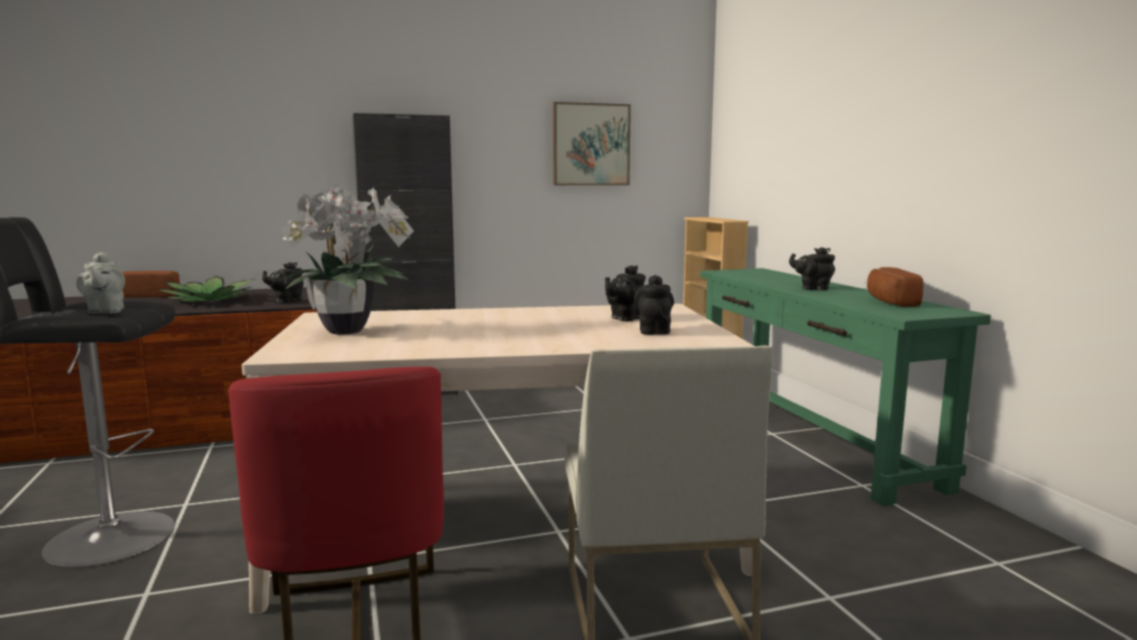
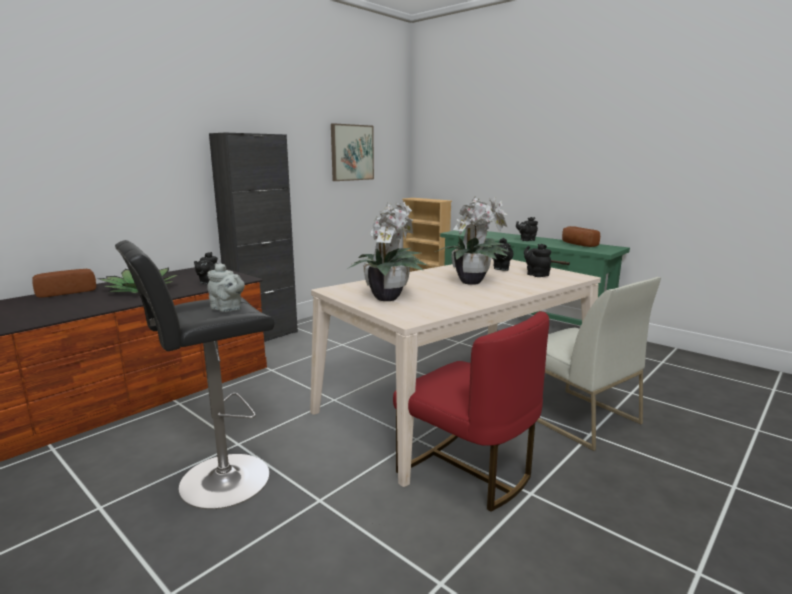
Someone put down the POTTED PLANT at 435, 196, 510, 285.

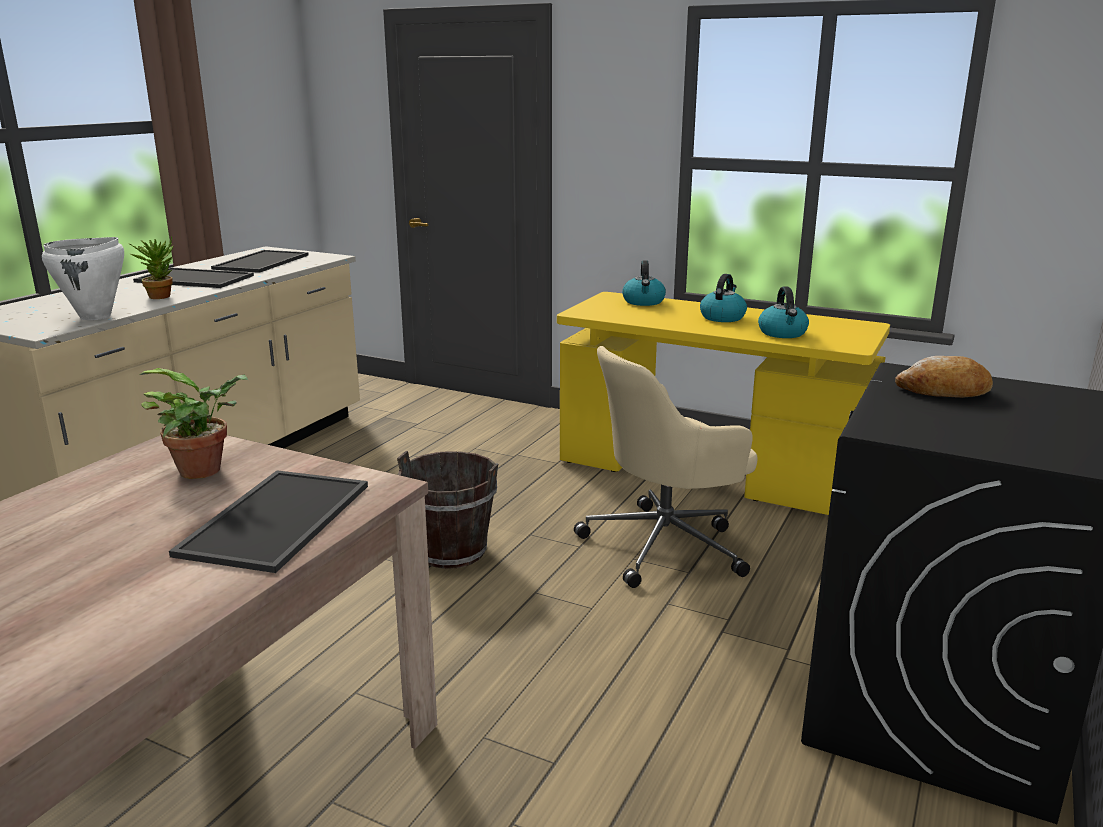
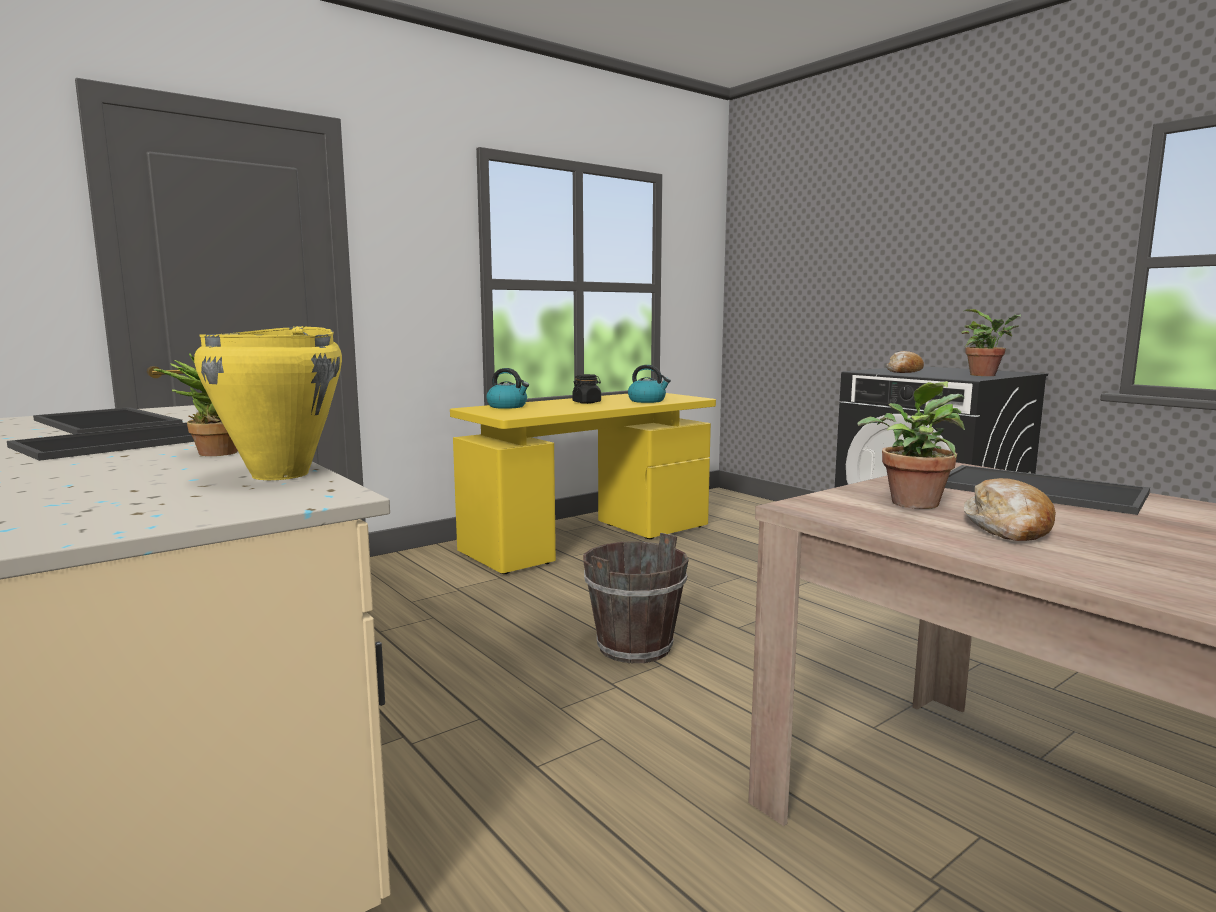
Someone took away the BEIGE OFFICE CHAIR at 574, 346, 758, 588. Someone put down the POTTED PLANT at 961, 309, 1021, 376. Someone put down the BREAD at 964, 478, 1056, 541. Someone swapped the KETTLE at 700, 274, 747, 322 for the BLACK JAR at 572, 374, 601, 404. Someone repainted the WHITE COOKING POT at 42, 237, 124, 320, which became the YELLOW COOKING POT at 194, 326, 342, 480.

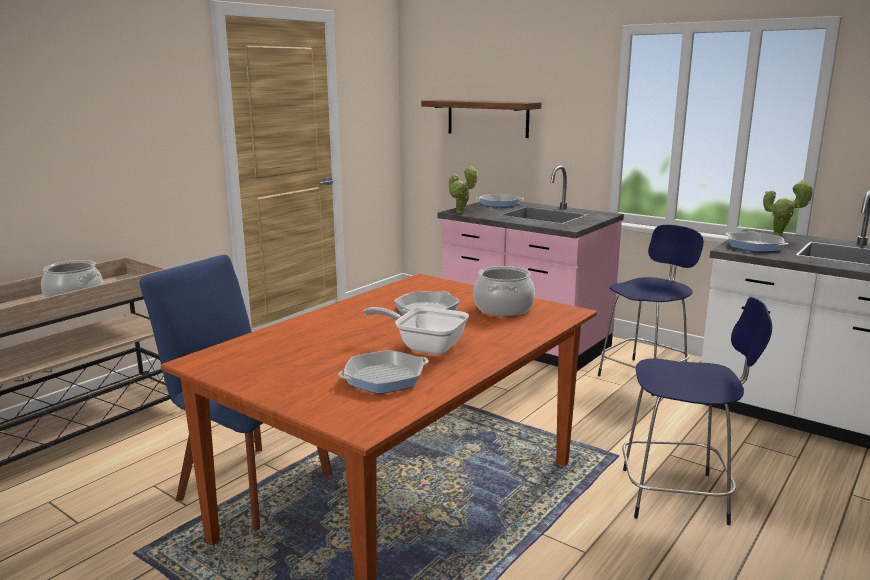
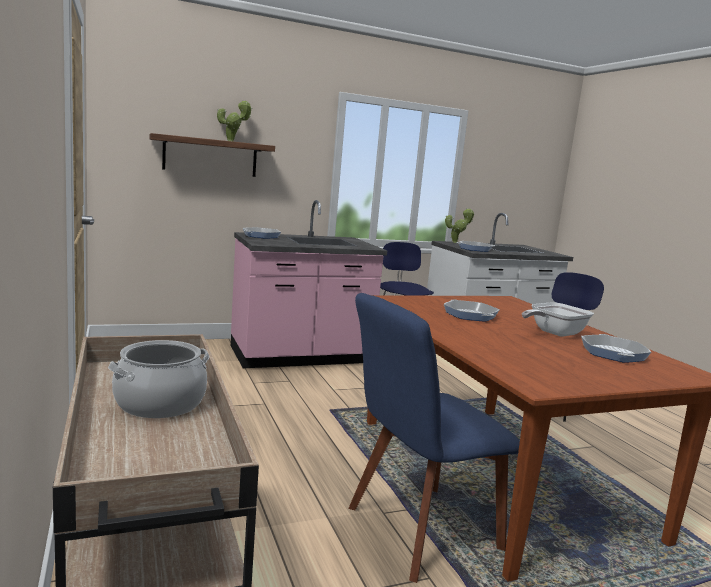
Someone took away the COOKING POT at 473, 266, 535, 316. Someone carried the POTTED PLANT from 449, 165, 478, 213 to 217, 100, 252, 141.

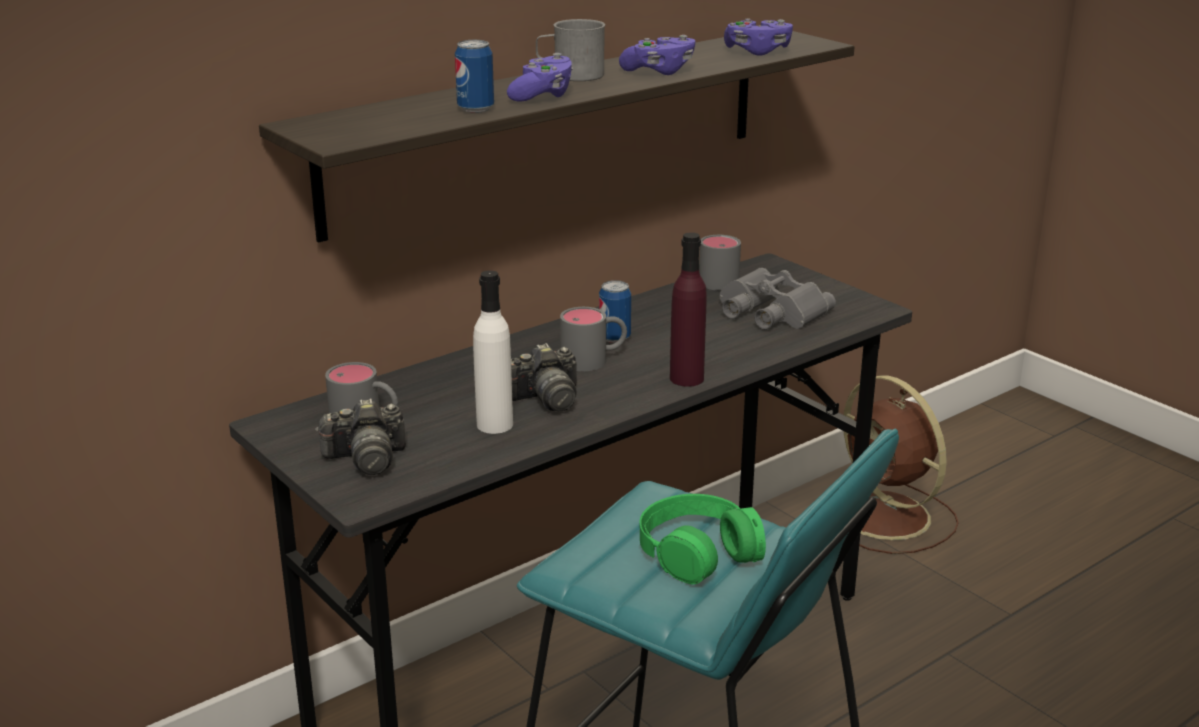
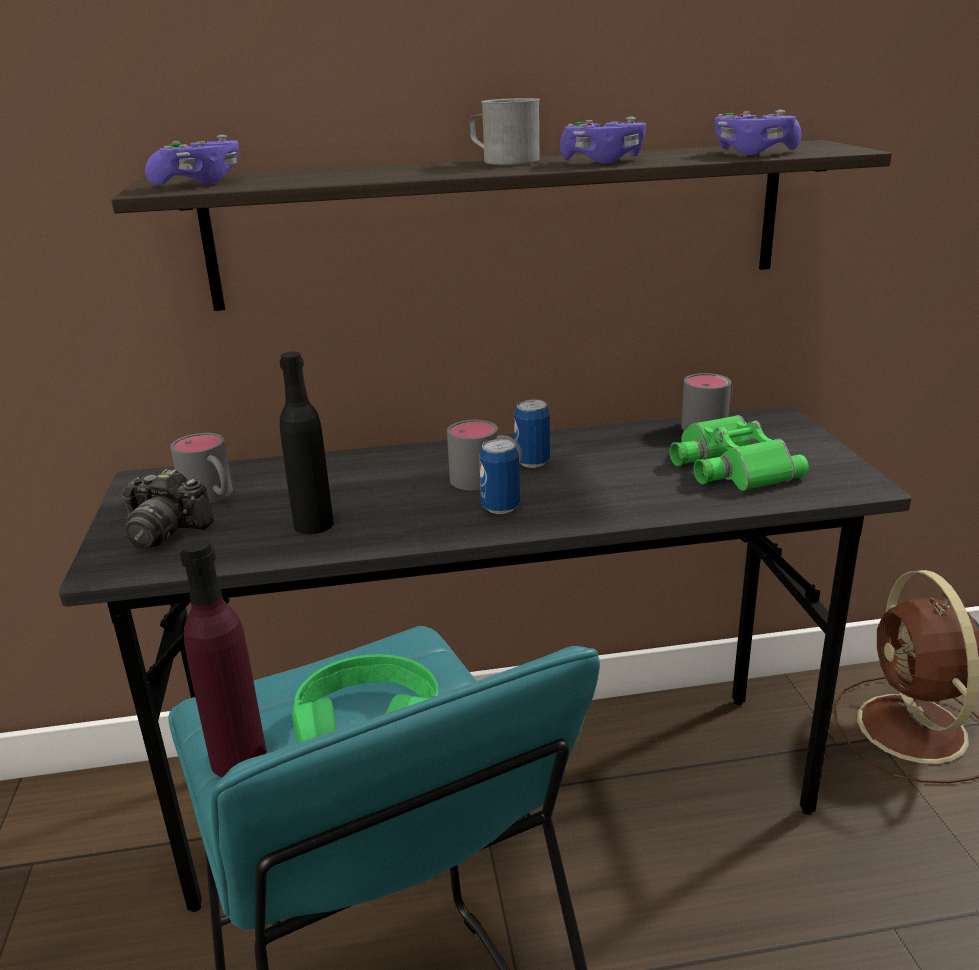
Someone took away the PHOTO CAMERA at 511, 343, 577, 412. Someone carried the CAN from 455, 40, 494, 113 to 479, 438, 520, 514. Someone carried the PURPLE GAME CONTROLLER from 507, 53, 573, 102 to 145, 135, 239, 186. Someone carried the PURPLE BOTTLE from 670, 232, 707, 387 to 180, 538, 267, 778. Someone repainted the WHITE BOTTLE at 473, 270, 513, 434, which became the BLACK BOTTLE at 280, 352, 334, 534. Someone repainted the GREY BINOCULARS at 720, 268, 836, 330, which became the GREEN BINOCULARS at 670, 415, 809, 491.

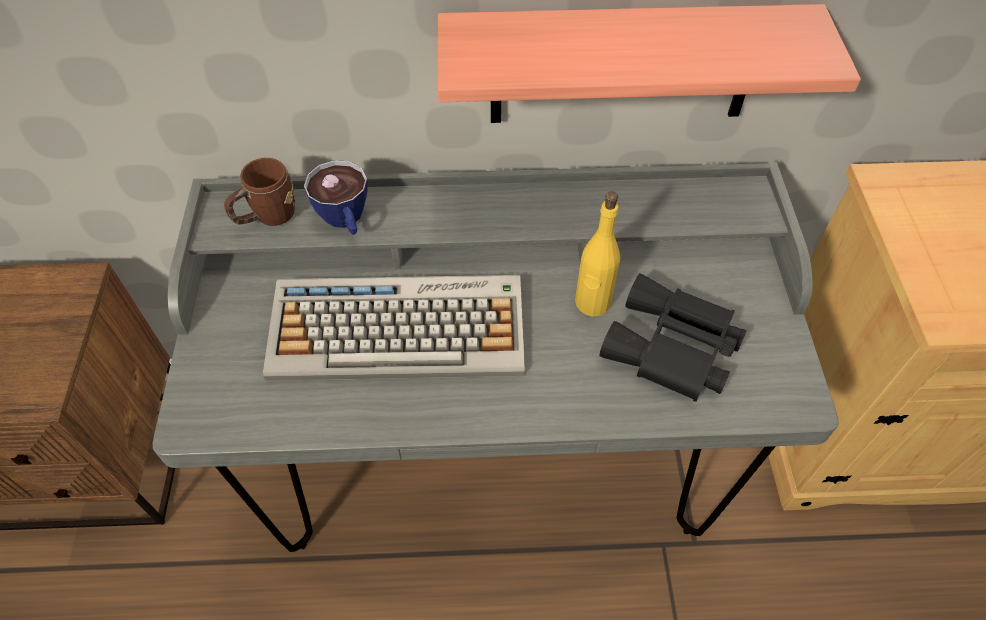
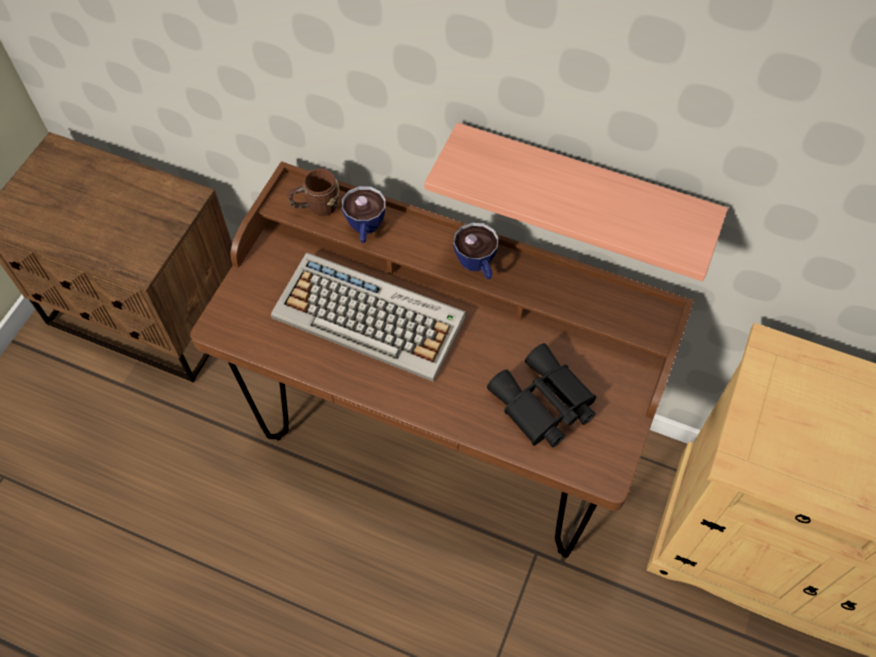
Someone took away the YELLOW BOTTLE at 575, 191, 620, 317. Someone put down the CUP at 453, 222, 499, 279. Someone repainted the GREY DESK at 153, 163, 839, 552, which became the BROWN DESK at 190, 161, 694, 558.

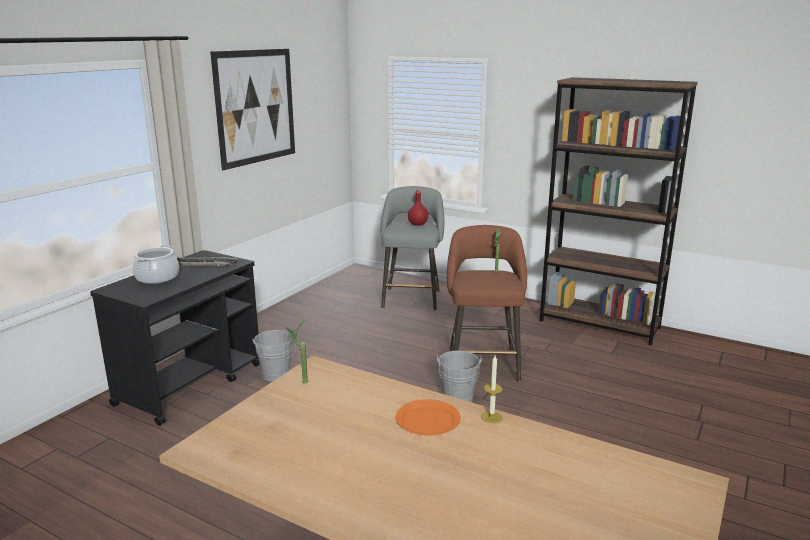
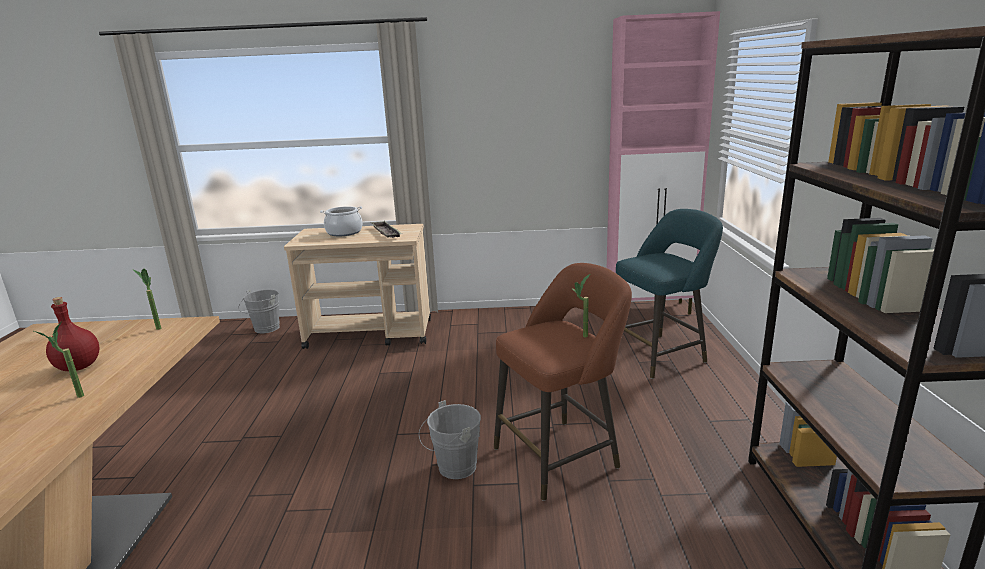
Someone took away the PICTURE at 210, 49, 295, 170. Someone took away the CANDLE at 481, 356, 503, 423. Someone put down the PINK CABINET at 607, 11, 720, 314. Someone carried the GREY BUCKET from 252, 330, 296, 382 to 238, 289, 280, 333. Someone carried the RED BOTTLE from 408, 189, 428, 226 to 46, 297, 99, 371. Someone swapped the ORANGE PLATE at 396, 399, 461, 436 for the POTTED PLANT at 34, 321, 84, 398. Someone repainted the BLACK CART at 90, 250, 260, 426, which became the BEIGE CART at 284, 224, 431, 349. Someone repainted the GREY STOOL at 381, 186, 444, 311, which became the TURQUOISE STOOL at 616, 209, 723, 379.

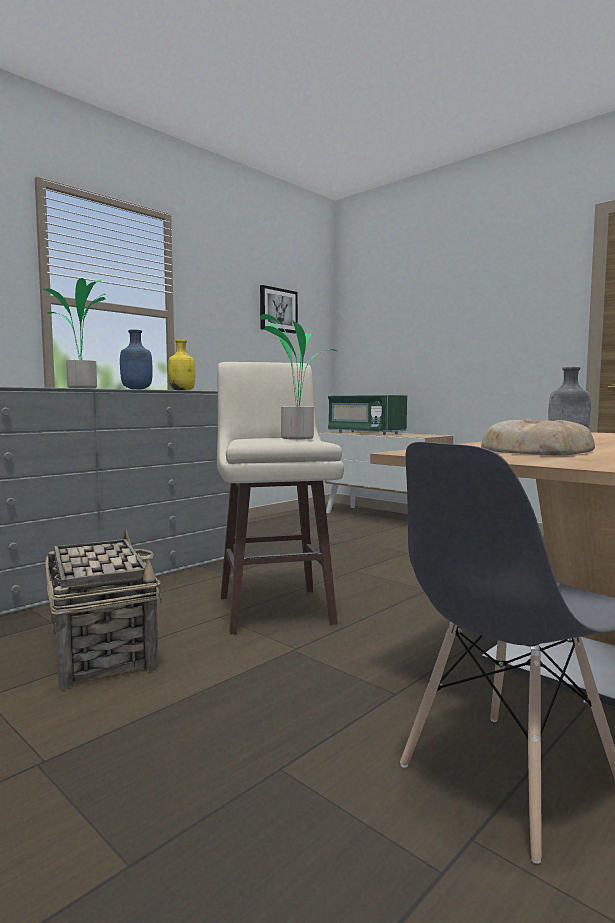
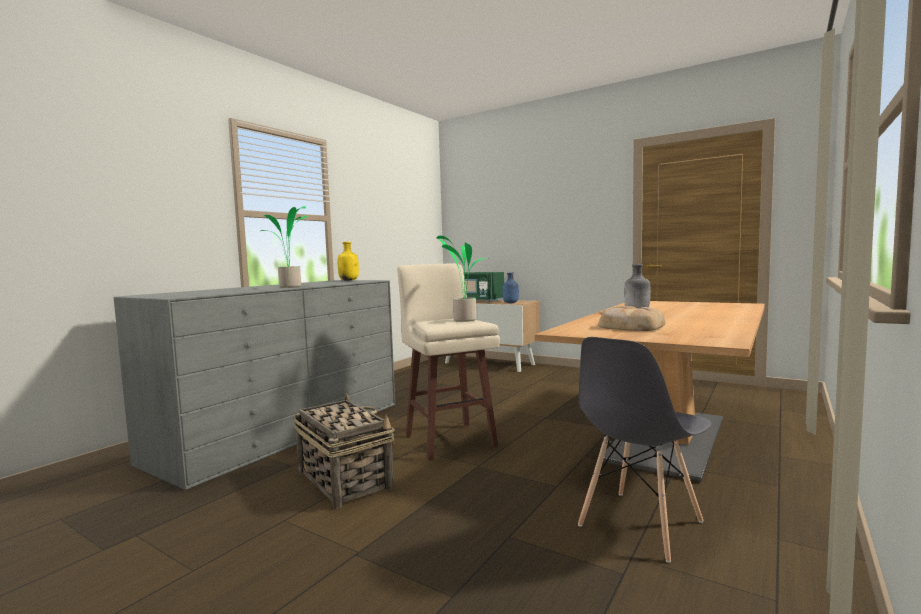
Someone took away the PICTURE at 260, 285, 298, 334. Someone carried the BLUE BOTTLE from 120, 330, 153, 389 to 503, 273, 519, 303.

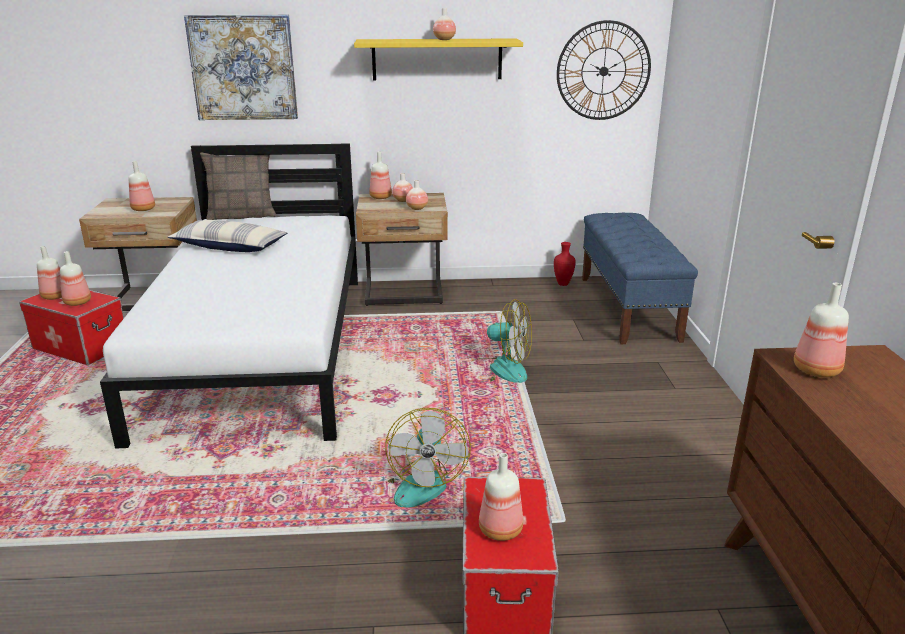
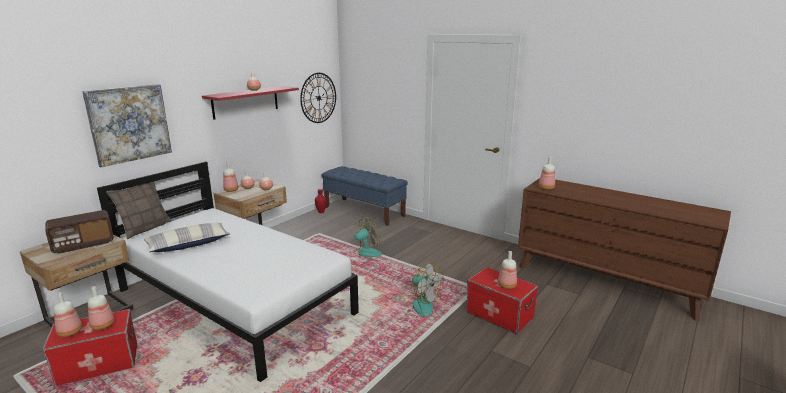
Someone swapped the BOTTLE at 129, 161, 155, 211 for the RADIO at 45, 210, 114, 254. Someone repainted the YELLOW SHELF at 354, 39, 523, 80, which became the RED SHELF at 202, 86, 299, 120.

